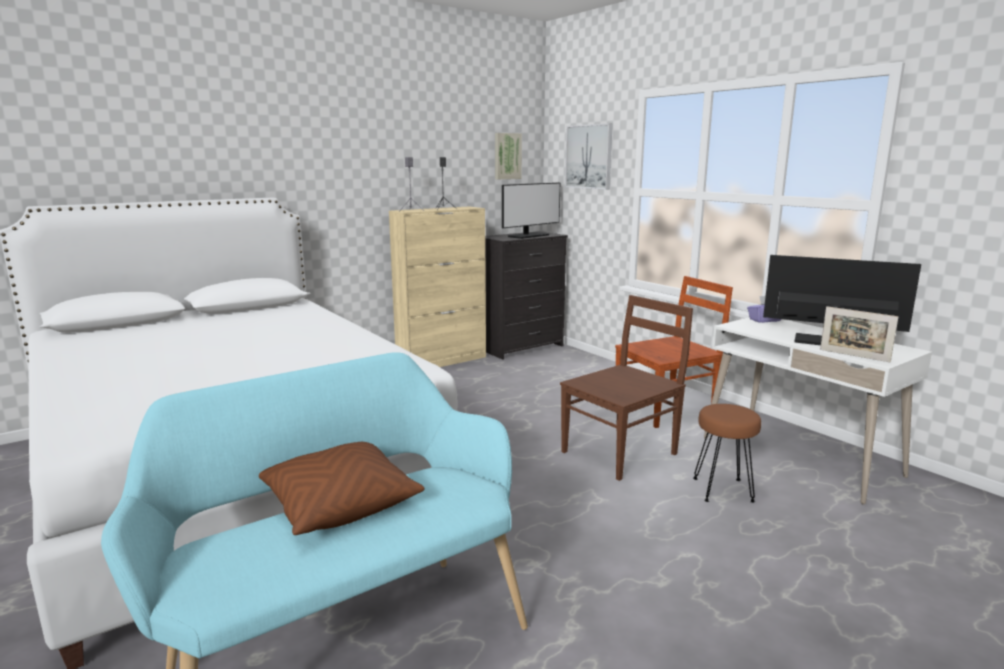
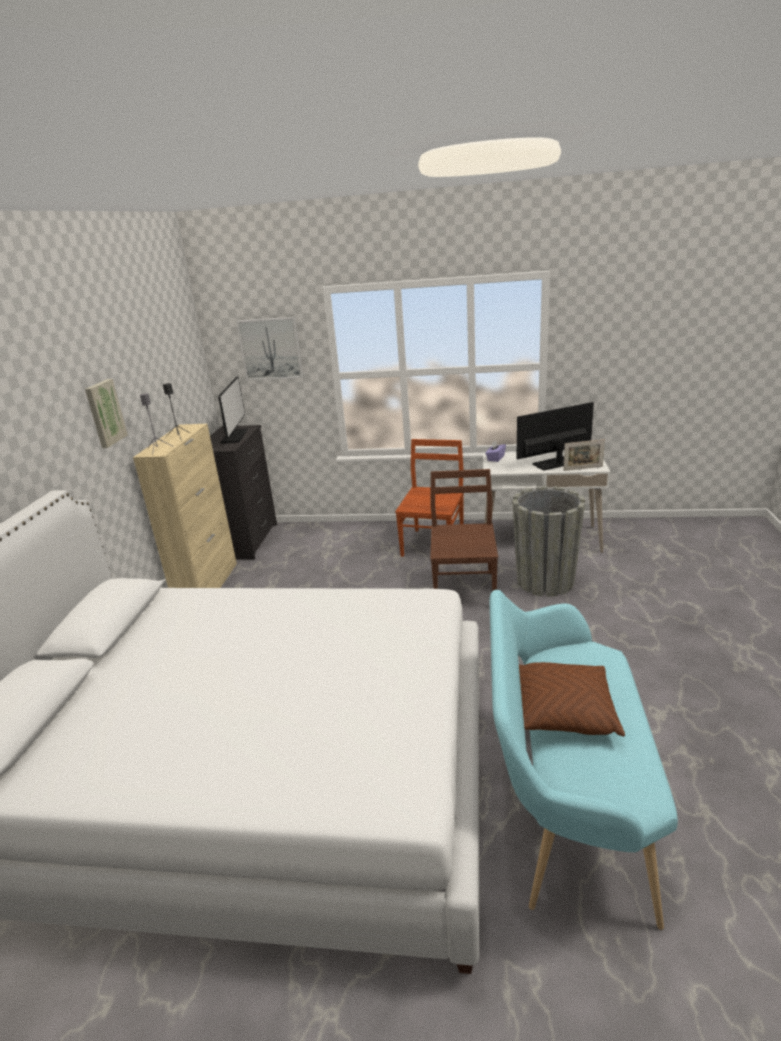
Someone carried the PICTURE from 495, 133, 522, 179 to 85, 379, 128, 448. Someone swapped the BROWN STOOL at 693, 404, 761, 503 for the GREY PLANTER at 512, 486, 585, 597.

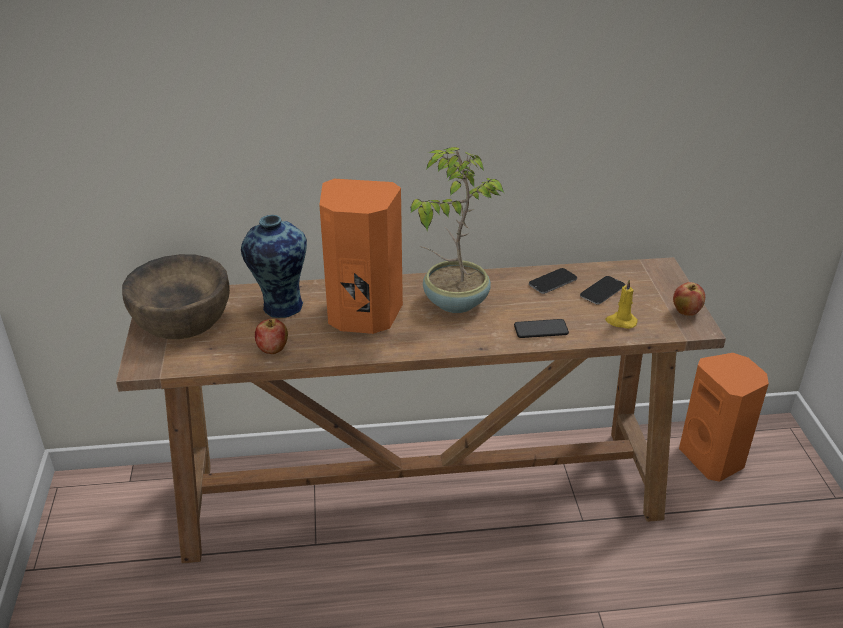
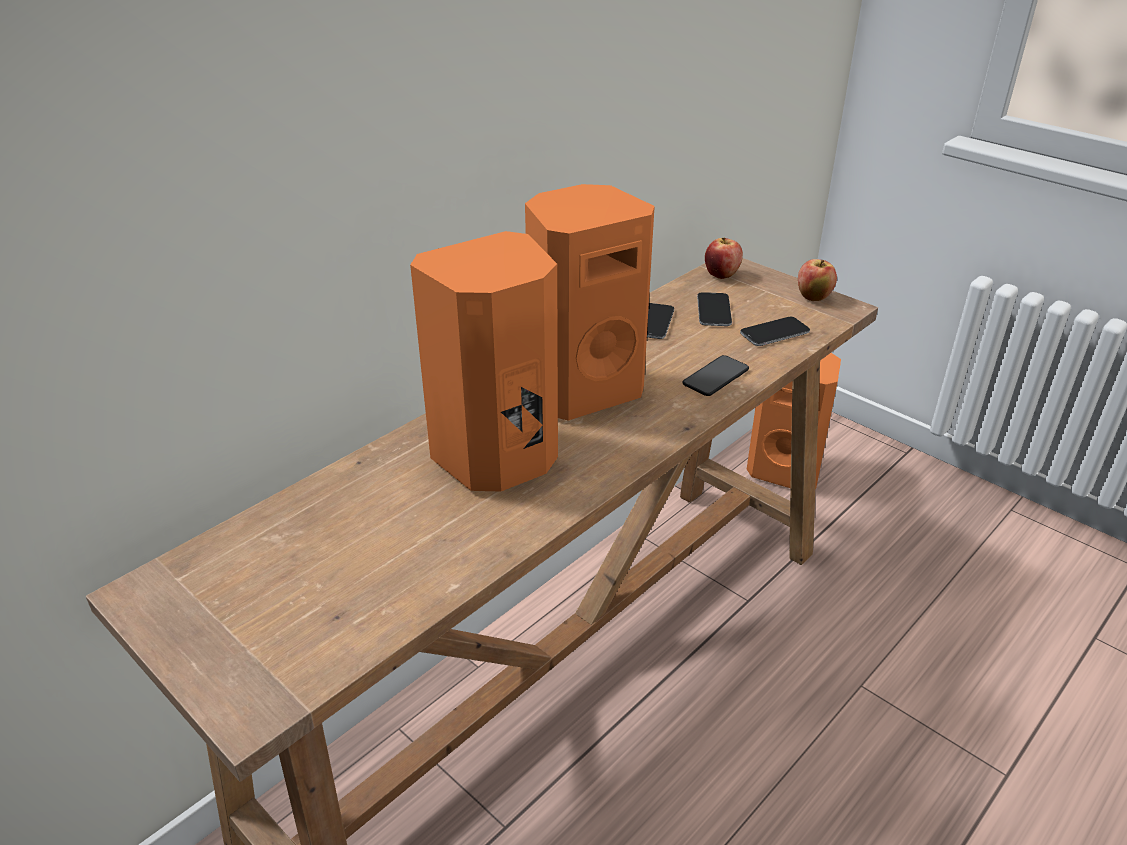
Someone took away the BROWN BOWL at 122, 254, 230, 339. Someone took away the VASE at 241, 215, 307, 318. Someone carried the APPLE from 255, 319, 288, 354 to 705, 238, 743, 279. Someone swapped the POTTED PLANT at 410, 147, 505, 313 for the ORANGE SPEAKER at 525, 184, 655, 420. Someone swapped the YELLOW CANDLE at 605, 280, 638, 329 for the PHONE at 740, 317, 810, 346.

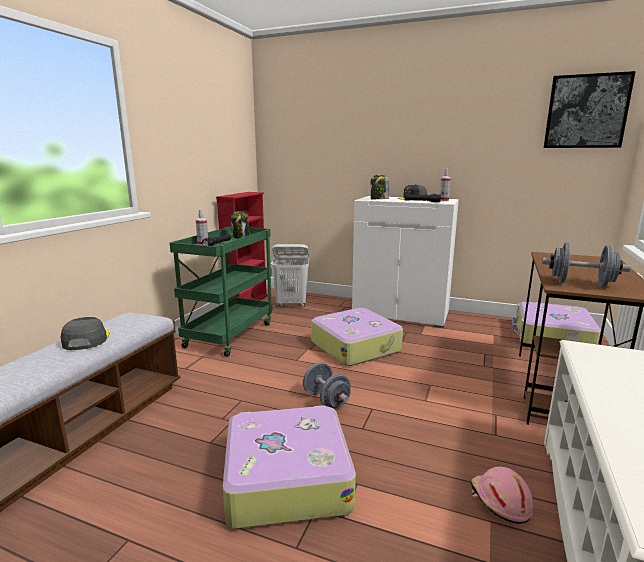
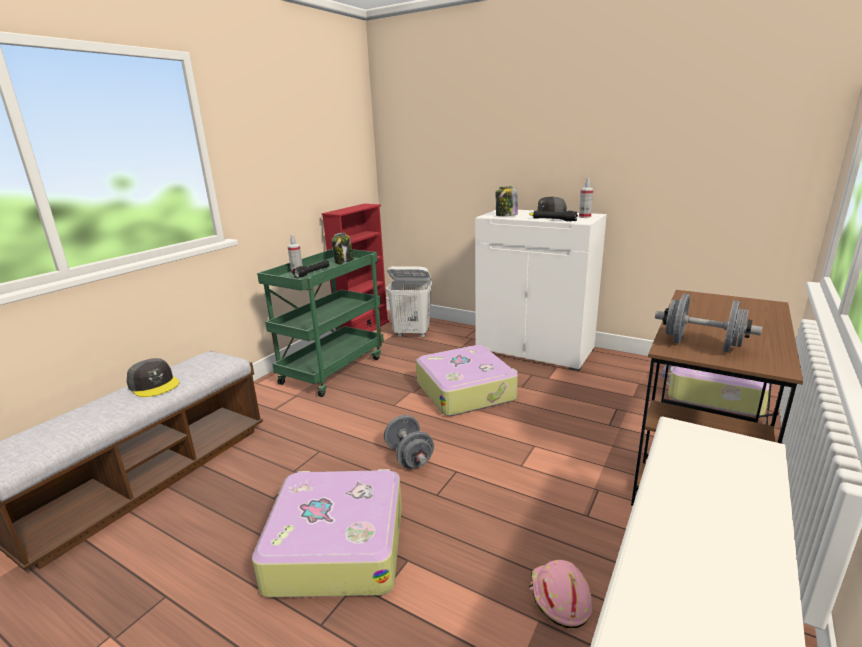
Someone took away the PICTURE at 543, 71, 636, 148. Someone rotated the GREY CAP at 60, 317, 110, 350 by 135 degrees clockwise.

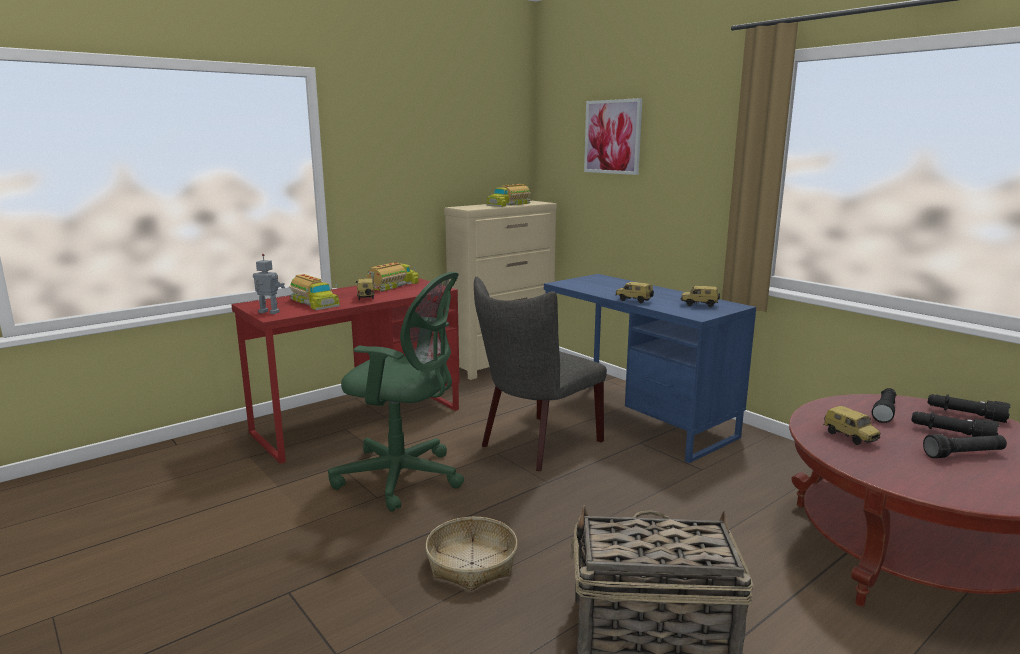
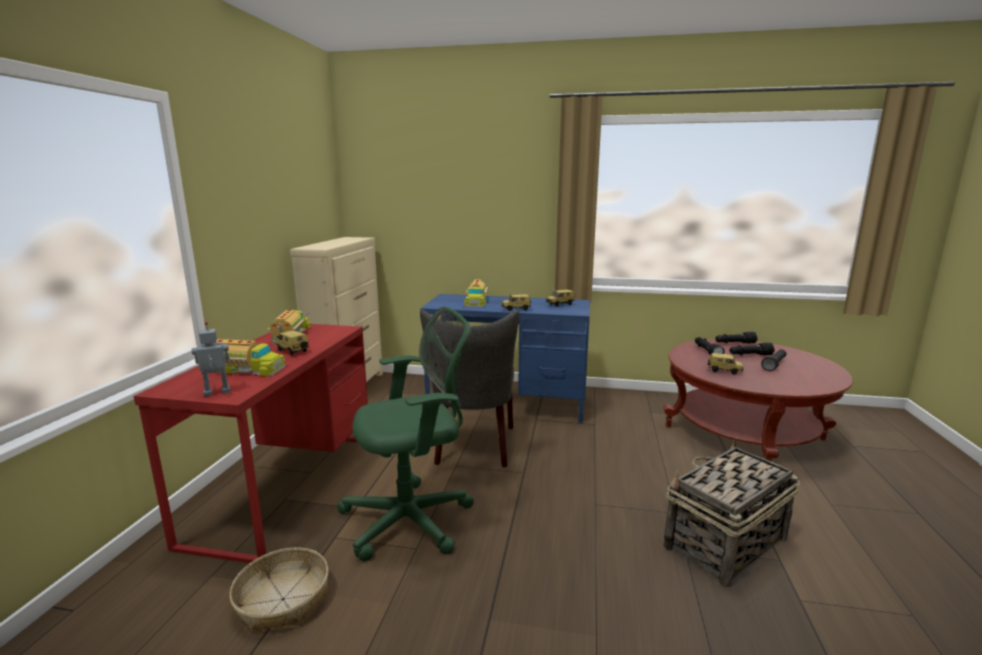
Someone took away the PICTURE at 584, 98, 643, 175. Someone carried the BASKET from 425, 517, 518, 591 to 229, 547, 328, 633. Someone carried the TOY TRUCK from 487, 184, 531, 207 to 463, 280, 488, 307.

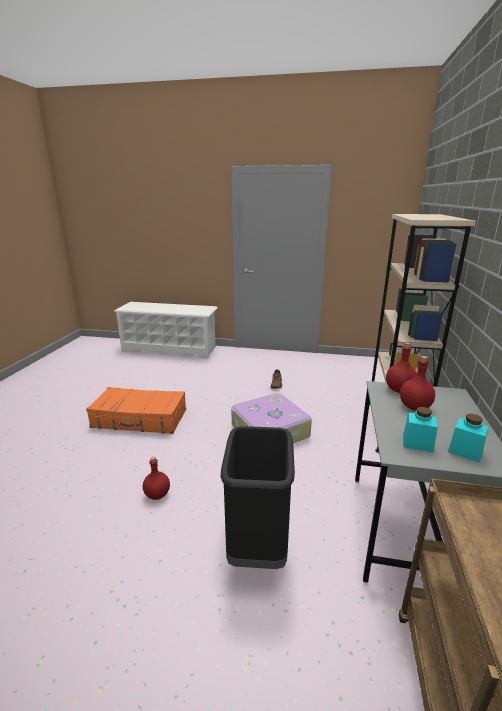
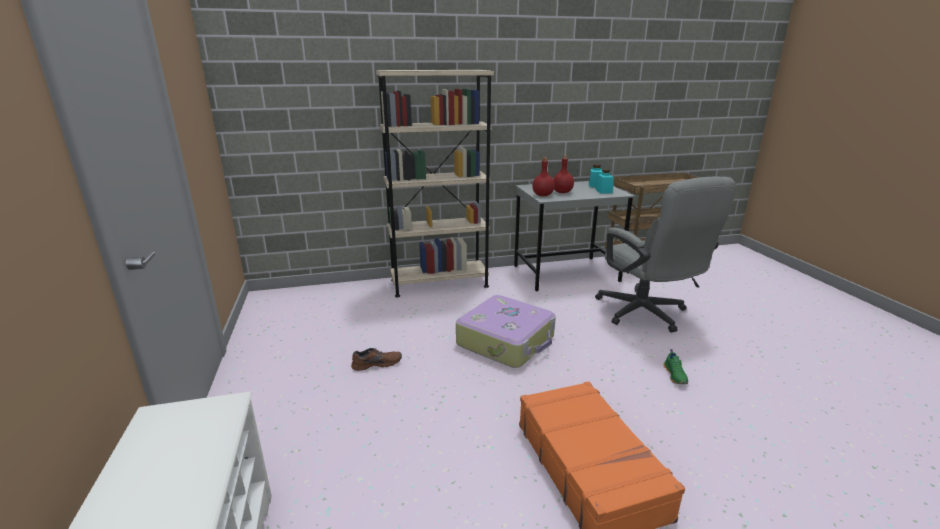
Someone swapped the RED BOTTLE at 143, 457, 170, 500 for the GREEN SHOE at 664, 349, 688, 384. Someone swapped the BLACK TRASH CAN at 221, 426, 295, 569 for the GREY OFFICE CHAIR at 595, 176, 736, 333.

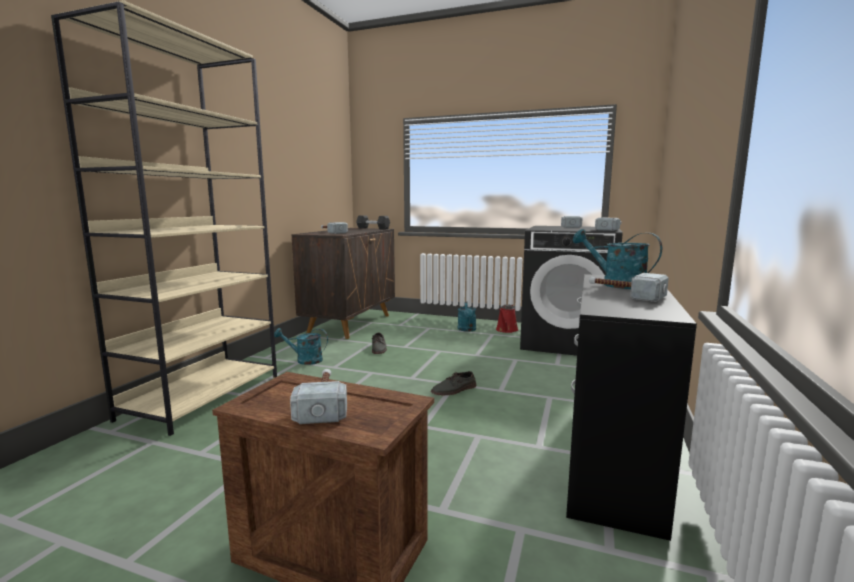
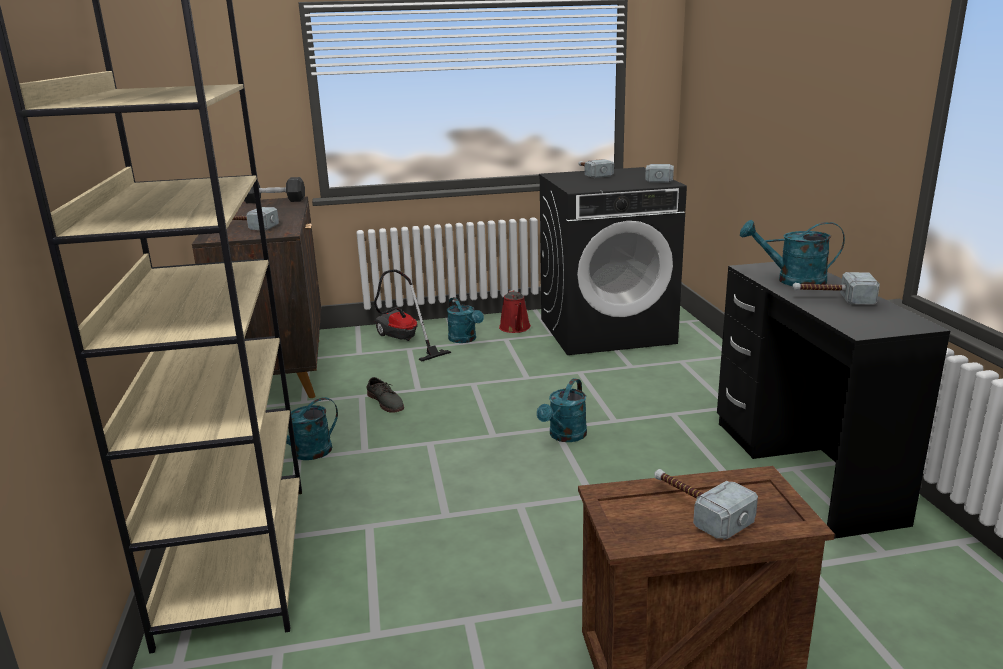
Someone put down the VACUUM CLEANER at 374, 269, 451, 362. Someone swapped the GREY SHOE at 431, 371, 476, 395 for the TURQUOISE WATERING CAN at 537, 378, 587, 442.

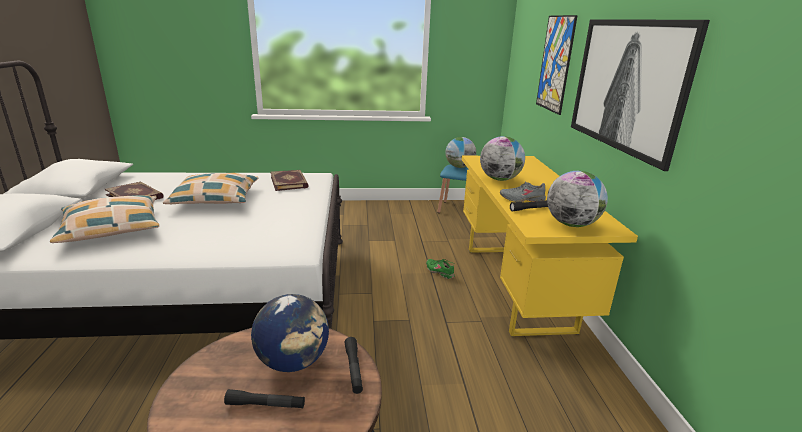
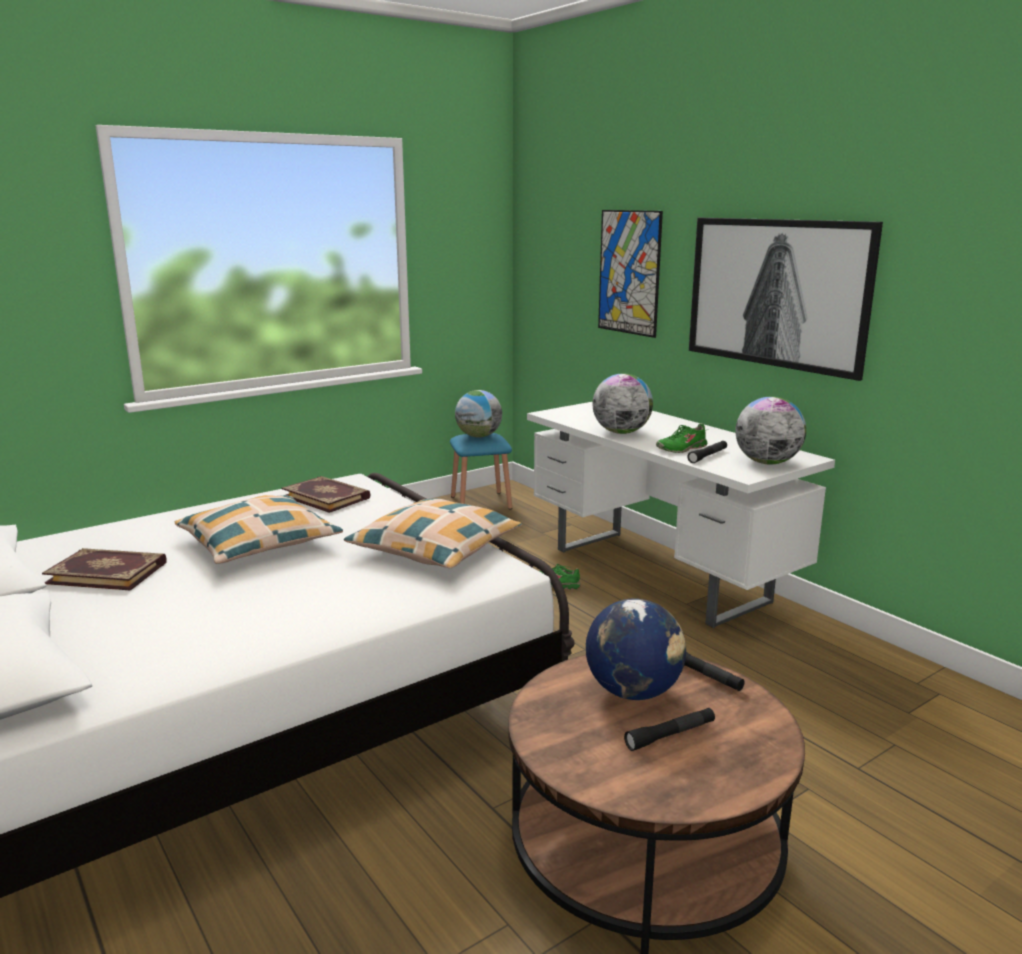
Someone carried the PILLOW from 50, 195, 159, 243 to 344, 499, 522, 568. Someone repainted the YELLOW DESK at 462, 156, 638, 337, which became the WHITE DESK at 527, 402, 835, 628. Someone repainted the GREY SHOE at 500, 181, 546, 202, which became the GREEN SHOE at 656, 423, 707, 453.

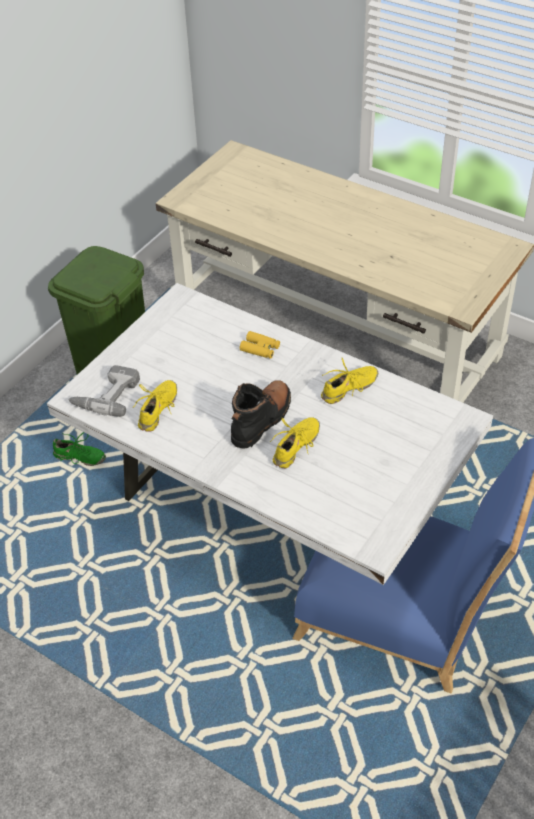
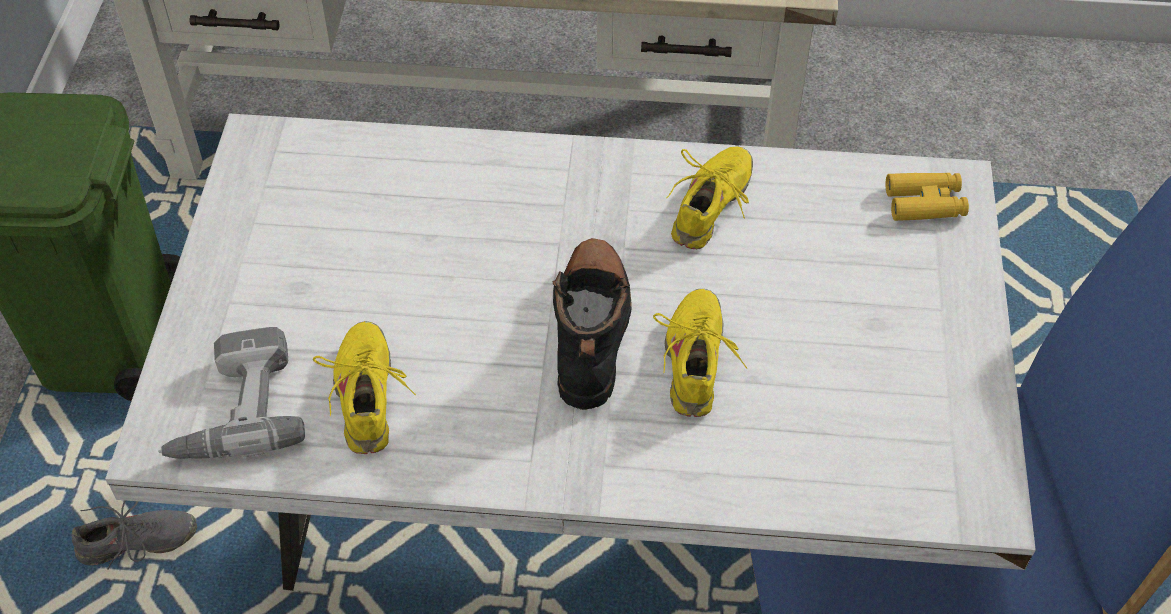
Someone carried the YELLOW BINOCULARS from 240, 331, 280, 359 to 886, 173, 969, 221. Someone repainted the GREEN SHOE at 53, 432, 106, 466, which became the GREY SHOE at 71, 500, 197, 570.

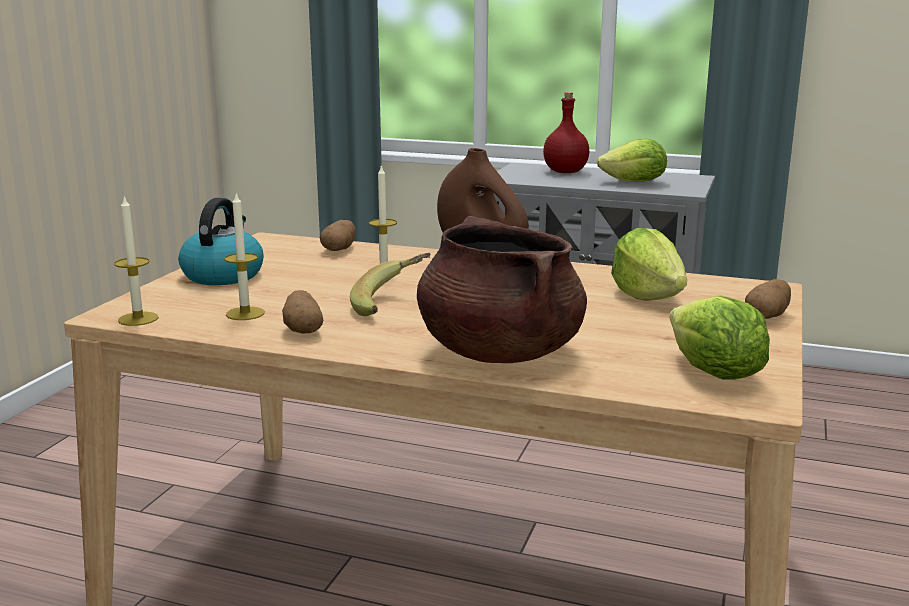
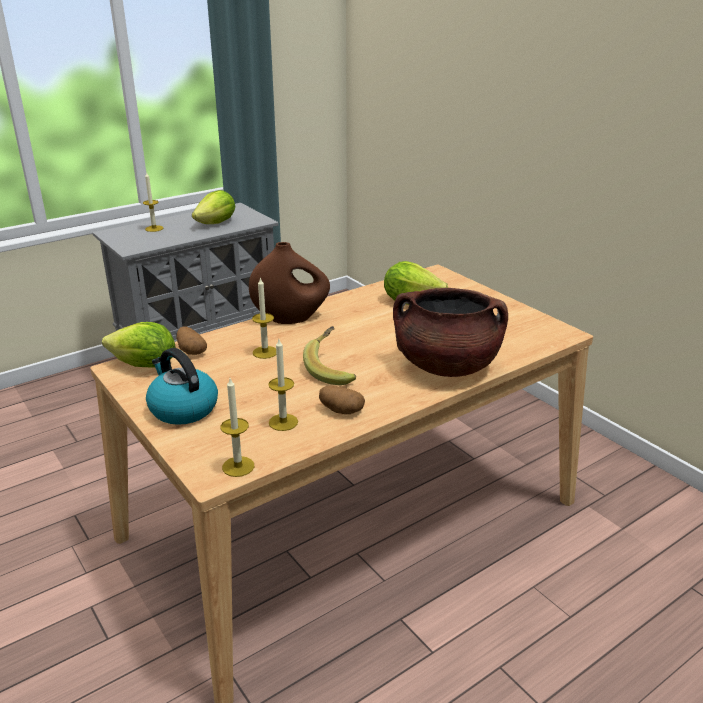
Someone took away the POTATO at 745, 279, 791, 319. Someone carried the LETTUCE from 670, 295, 770, 380 to 102, 322, 176, 367. Someone swapped the RED BOTTLE at 543, 92, 589, 173 for the CANDLE at 143, 171, 163, 232.

